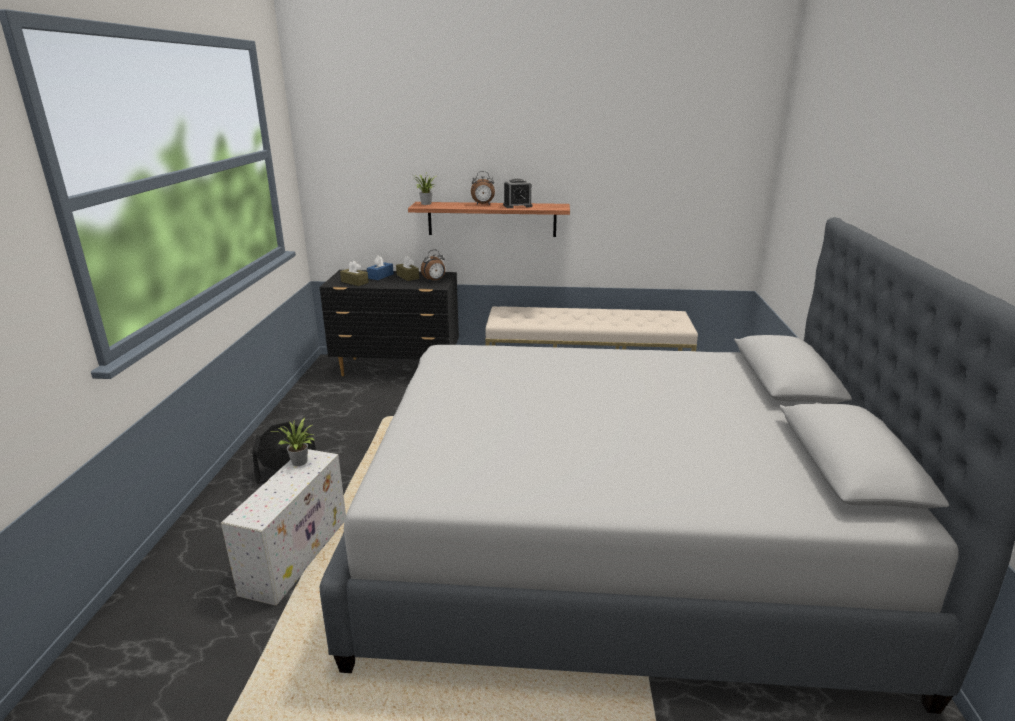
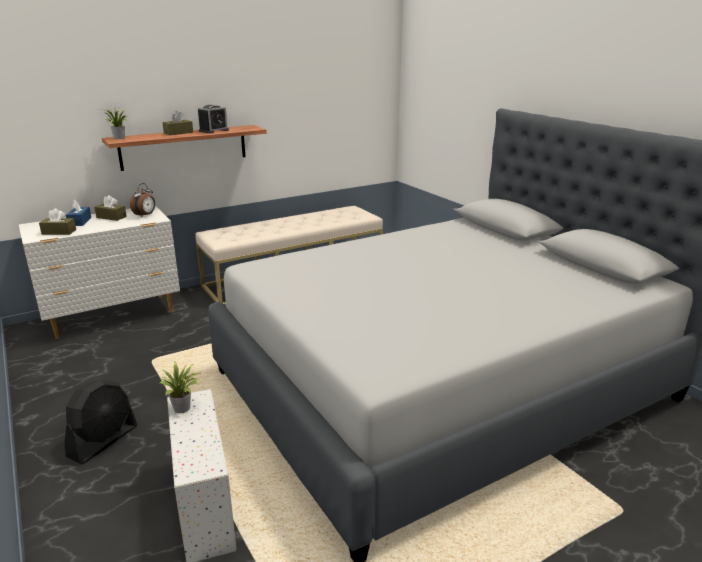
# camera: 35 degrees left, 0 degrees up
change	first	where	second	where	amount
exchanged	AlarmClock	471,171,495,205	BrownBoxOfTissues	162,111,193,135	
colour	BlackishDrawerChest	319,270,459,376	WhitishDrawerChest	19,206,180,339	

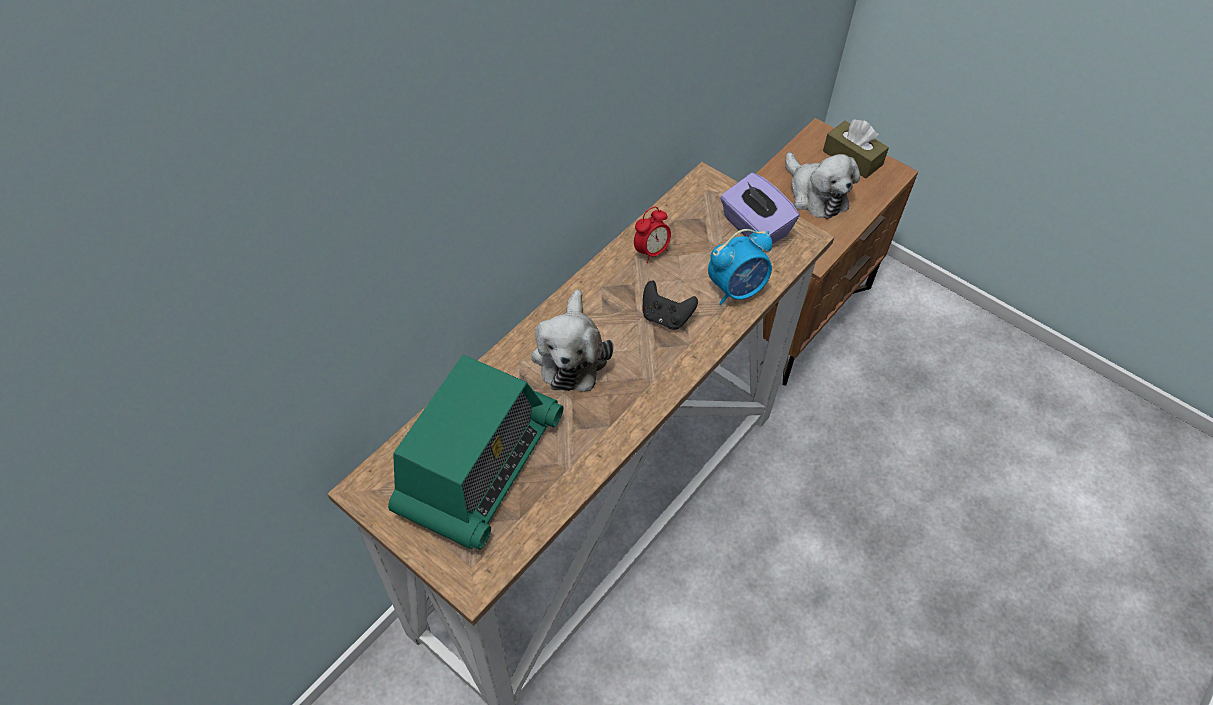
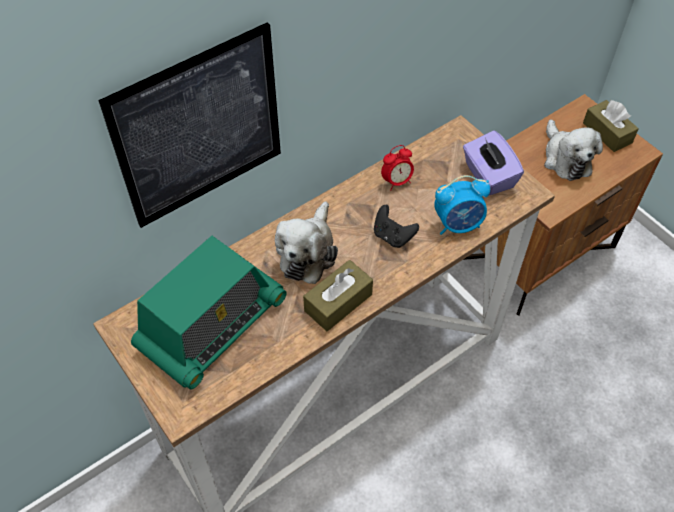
# camera: 15 degrees right, 0 degrees up
change	first	where	second	where	amount
appeared			WallArt	98,22,281,228	
appeared			BrownBoxOfTissues	303,260,373,331	

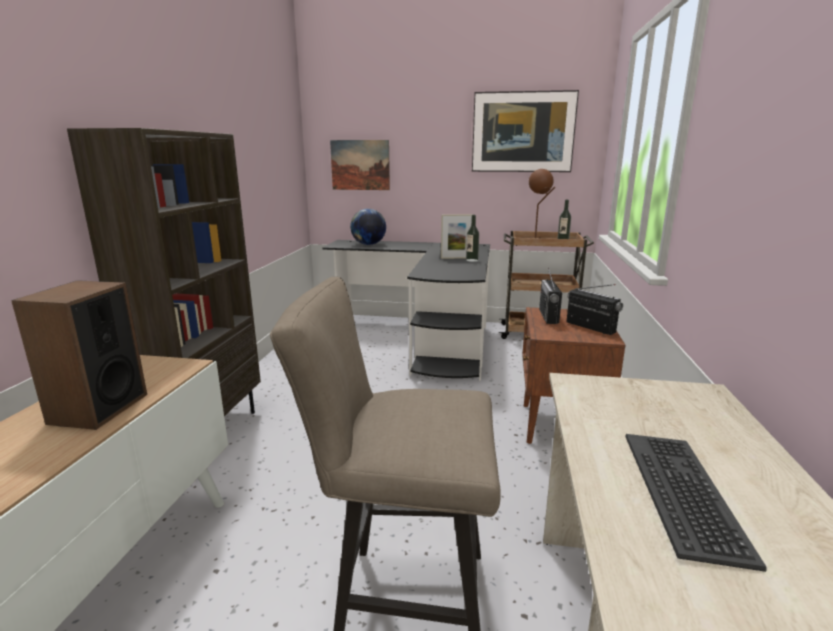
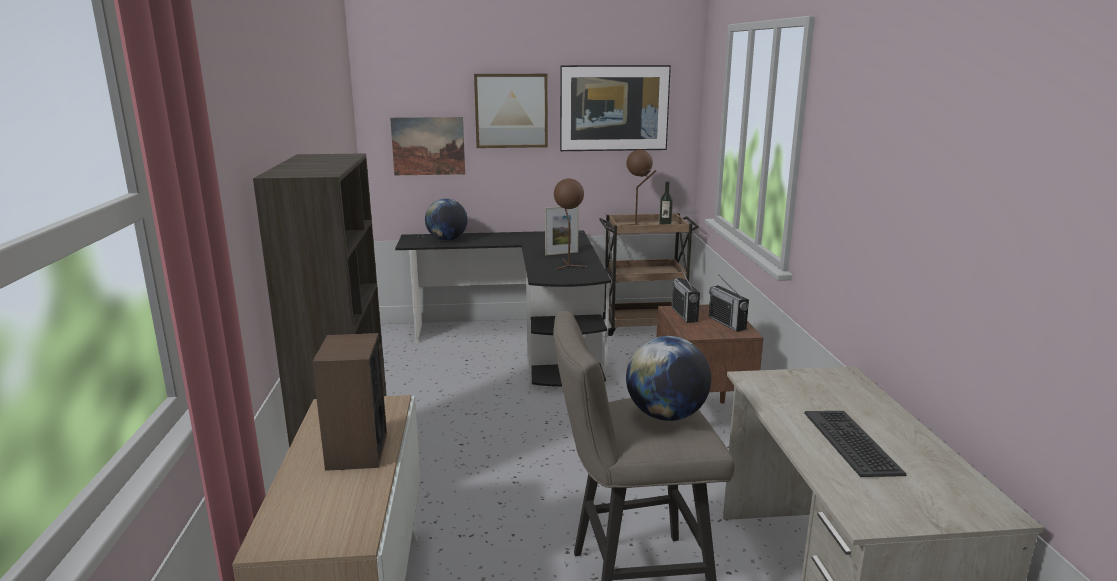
# camera: 15 degrees left, 0 degrees up
change	first	where	second	where	amount
missing	BeverageBottle	466,215,479,262			
spun	RadioSet	567,284,623,335		709,274,749,332	150 degrees counterclockwise
appeared			WallArt	474,74,548,148	
appeared			BrownLampForATable	554,178,588,270	
appeared			WorldGlobe	626,336,711,421	

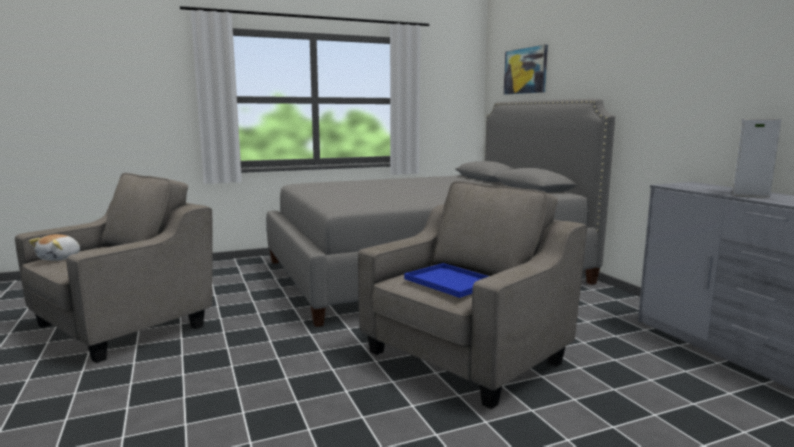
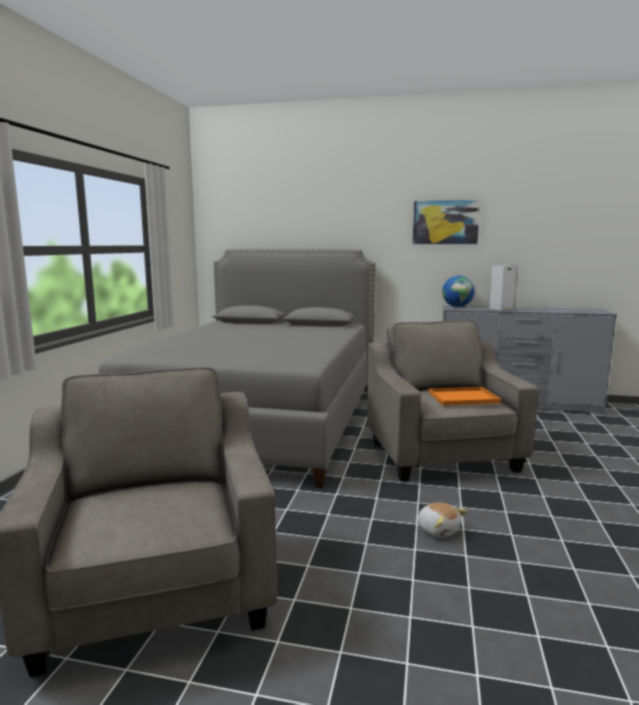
# camera: 55 degrees left, 0 degrees up
change	first	where	second	where	amount
relocated	WallArt	504,45,548,95		413,200,480,244	
relocated	SoftToy	29,234,80,261		418,503,467,538	
colour	BluishTray	404,263,489,298	OrangeTray	428,387,501,406	
appeared			WorldGlobe	442,275,475,307	

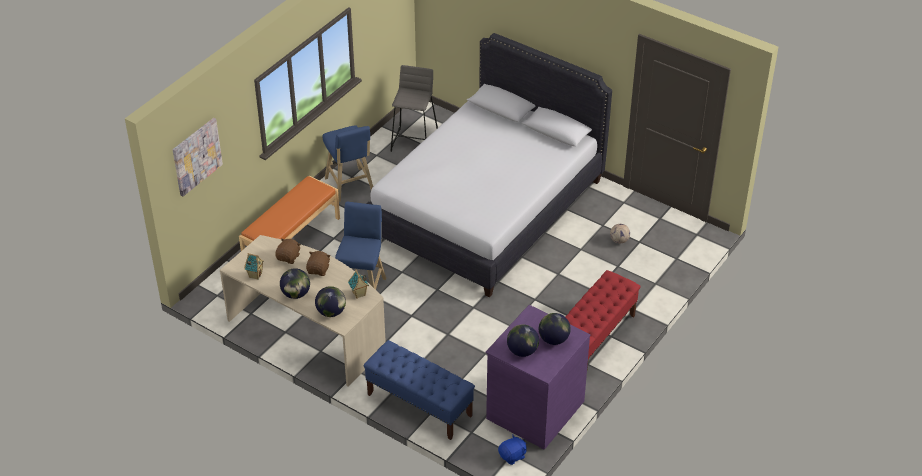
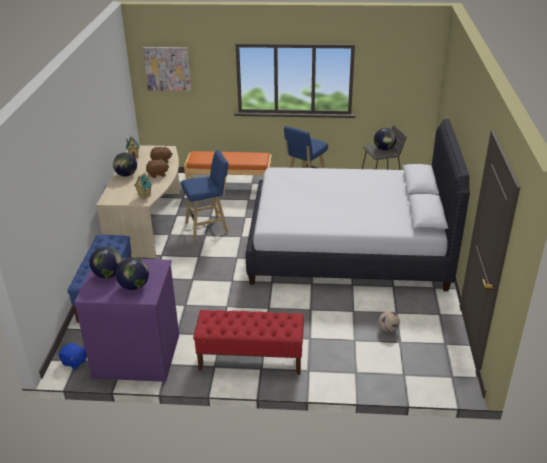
# camera: 60 degrees right, 10 degrees down
change	first	where	second	where	amount
relocated	WorldGlobe	315,286,346,317		374,128,396,150	

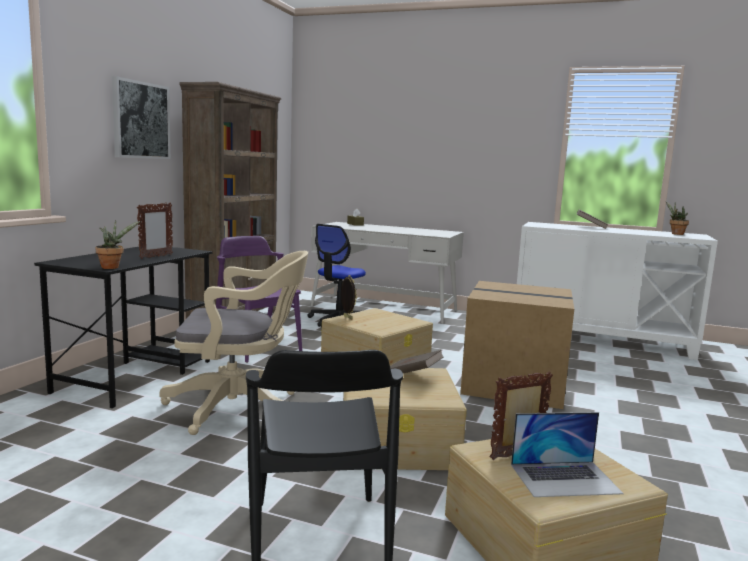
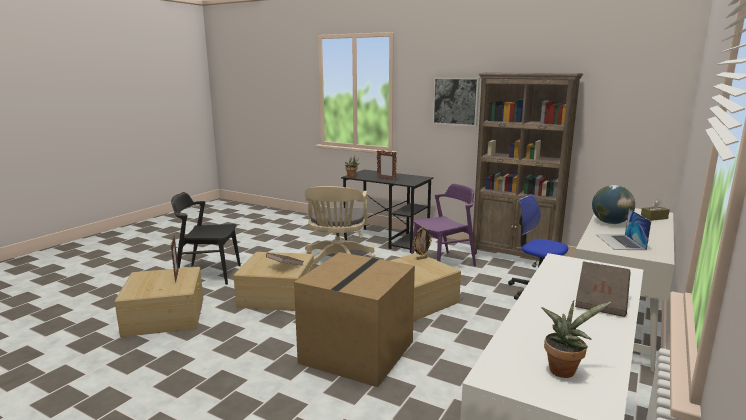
# camera: 100 degrees right, 5 degrees up
change	first	where	second	where	amount
relocated	Laptop	511,412,624,497		596,209,651,250	
appeared			WorldGlobe	592,185,635,224	

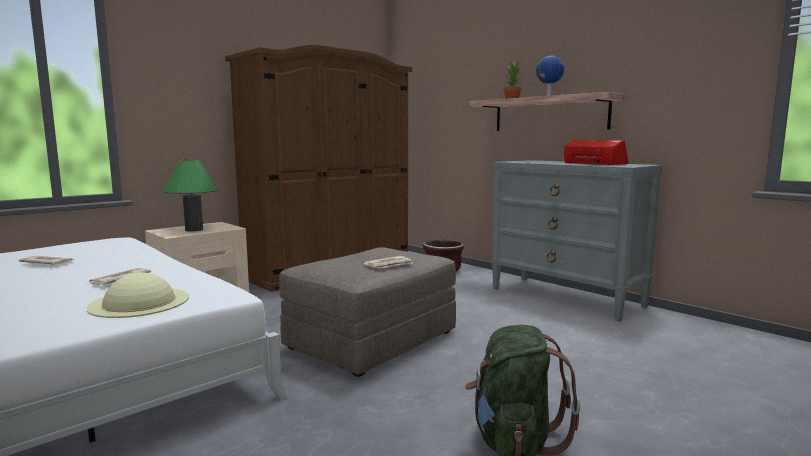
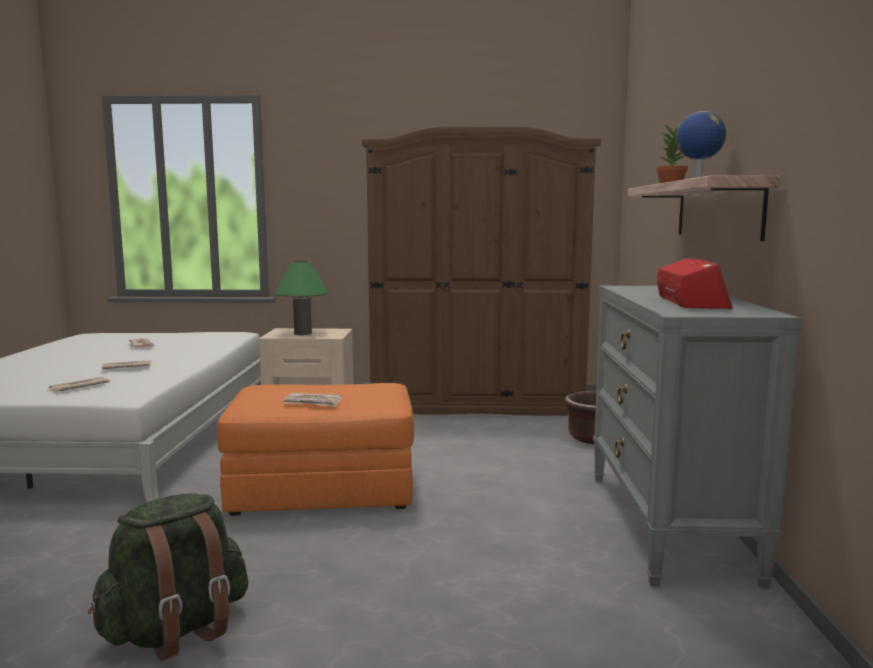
# camera: 45 degrees right, 0 degrees up
change	first	where	second	where	amount
colour	GreyishFootrest	279,247,456,377	OrangeFootrest	217,383,414,516	
exchanged	BeigeClothingHat	86,272,189,318	PrintedPaper	47,377,110,392	

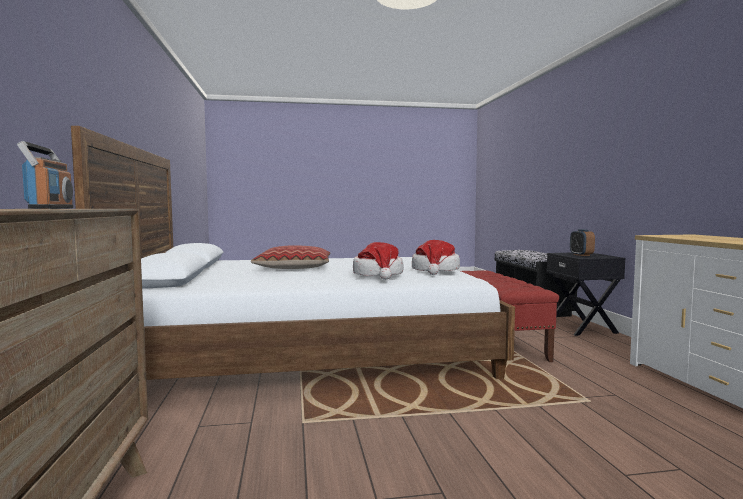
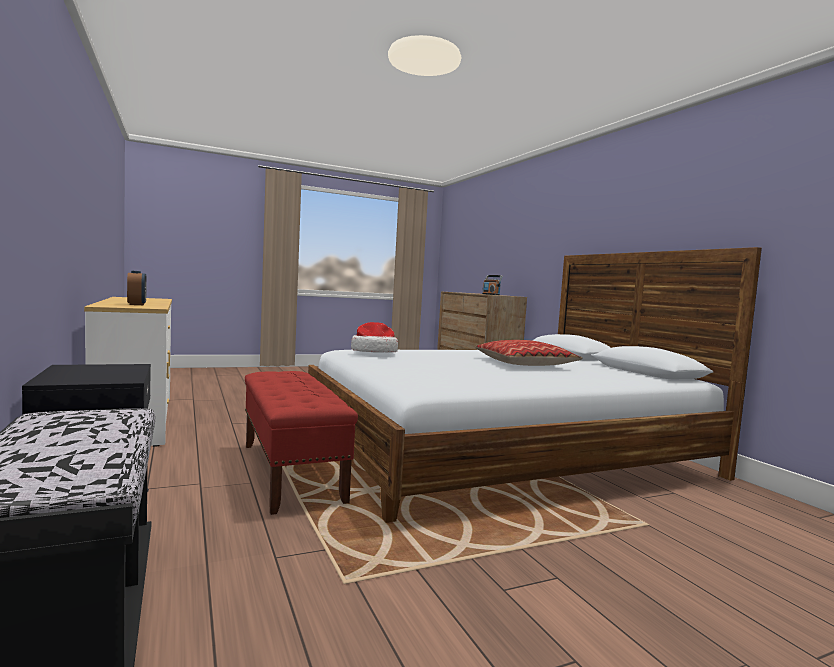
# camera: 165 degrees right, 0 degrees up
change	first	where	second	where	amount
relocated	AlarmClock	570,229,595,256		127,271,147,305	
missing	ClothingHat	353,242,404,280			

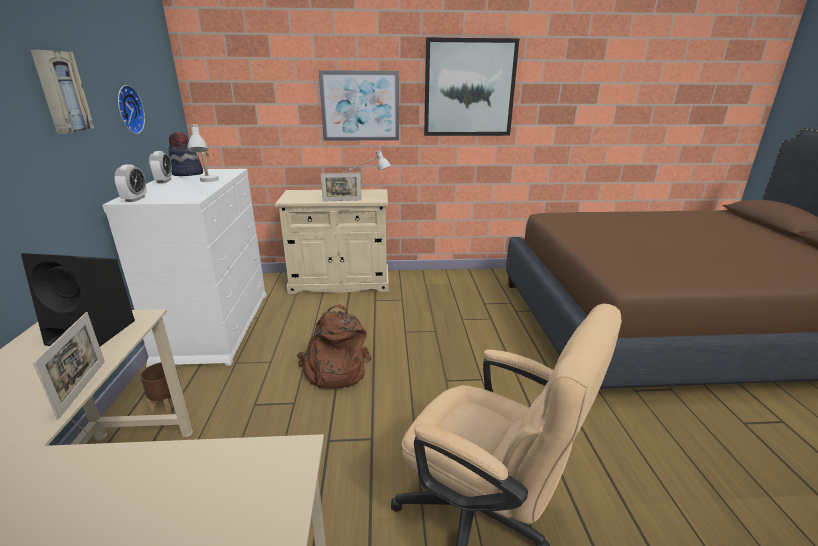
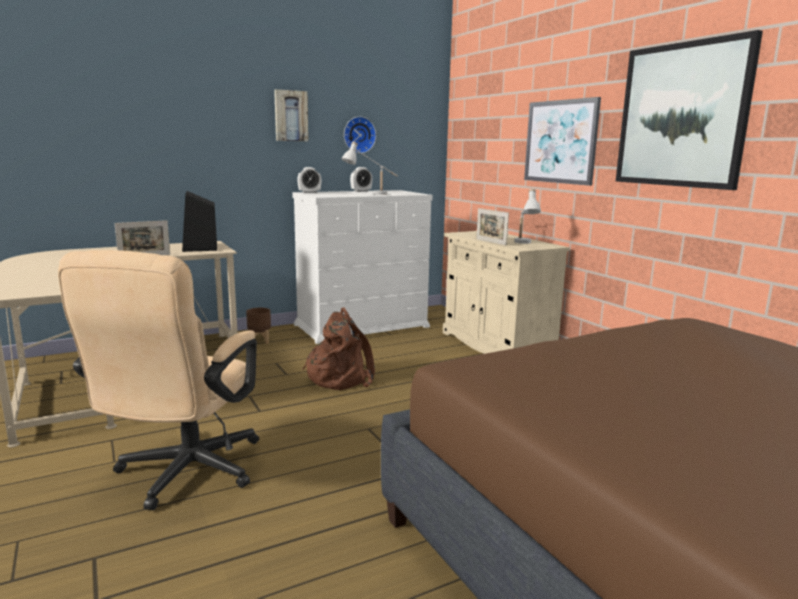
# camera: 65 degrees right, 10 degrees down
change	first	where	second	where	amount
missing	ClothingHat	169,132,203,176			

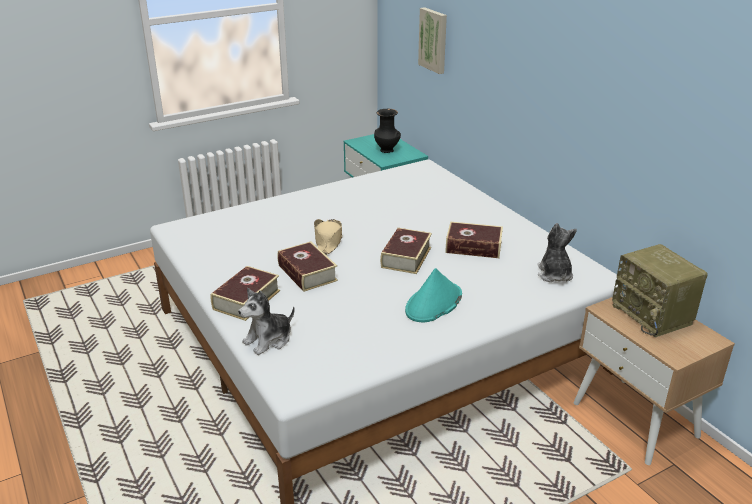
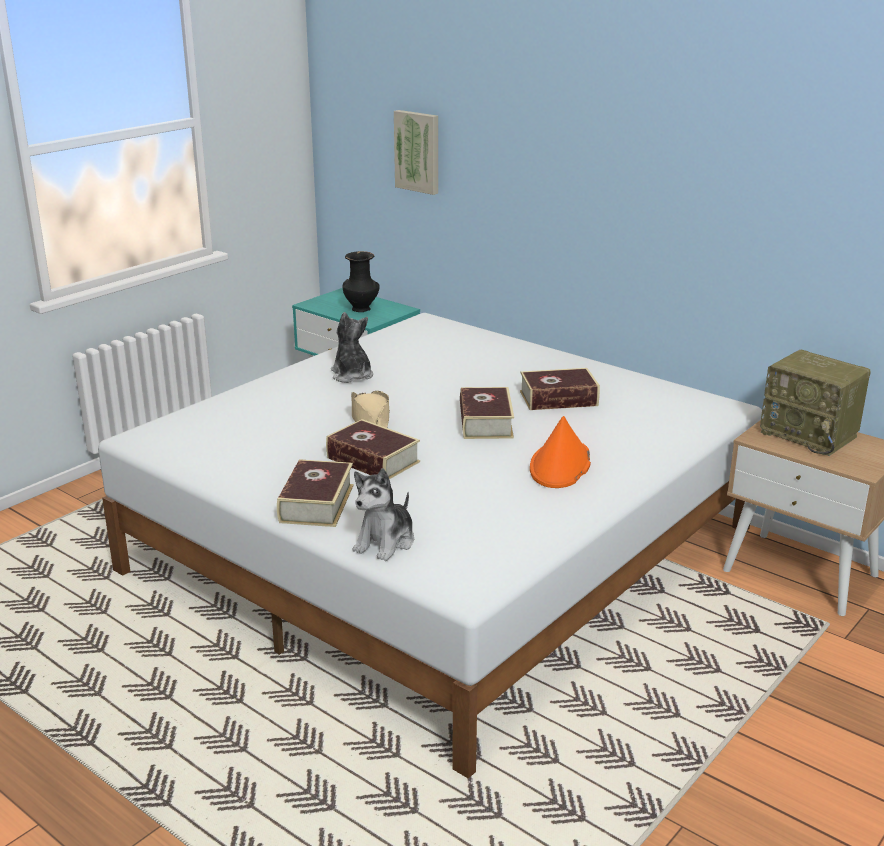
# camera: 20 degrees left, 5 degrees down
change	first	where	second	where	amount
relocated	SoftToy	537,223,577,282		331,312,373,383	
colour	BlueGreenClothingHat	405,268,462,322	OrangeClothingHat	530,416,591,488	

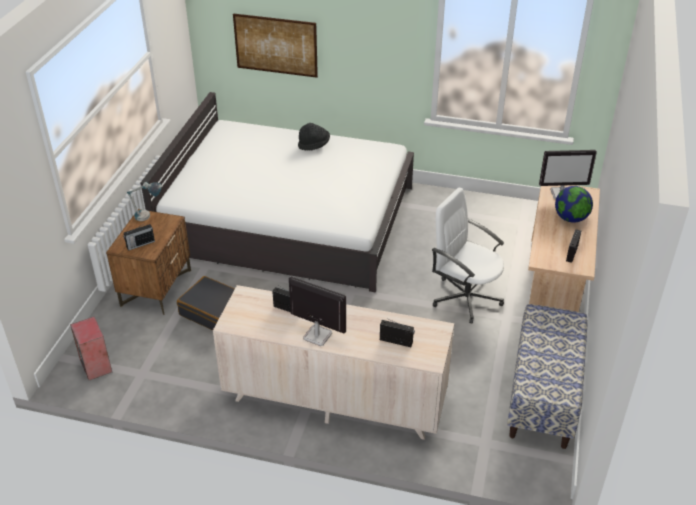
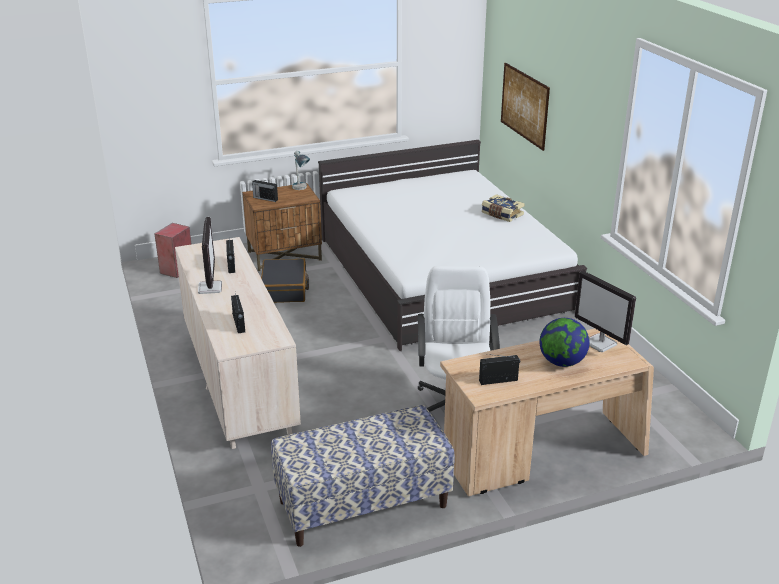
# camera: 55 degrees right, 10 degrees down
change	first	where	second	where	amount
exchanged	BlackishClothingHat	298,123,330,151	Book	482,194,525,222	

